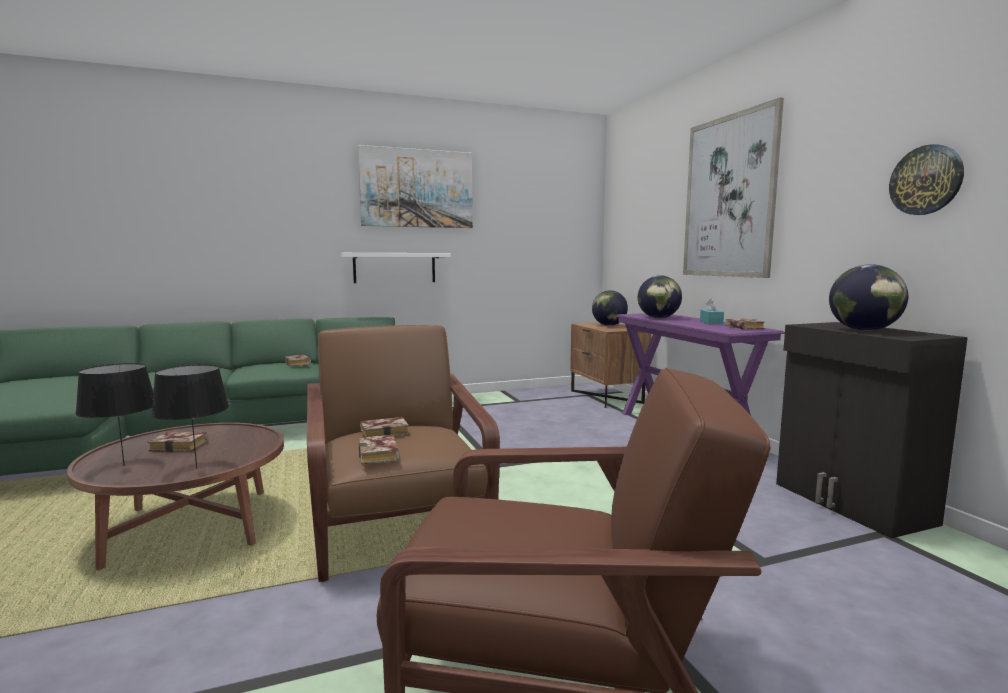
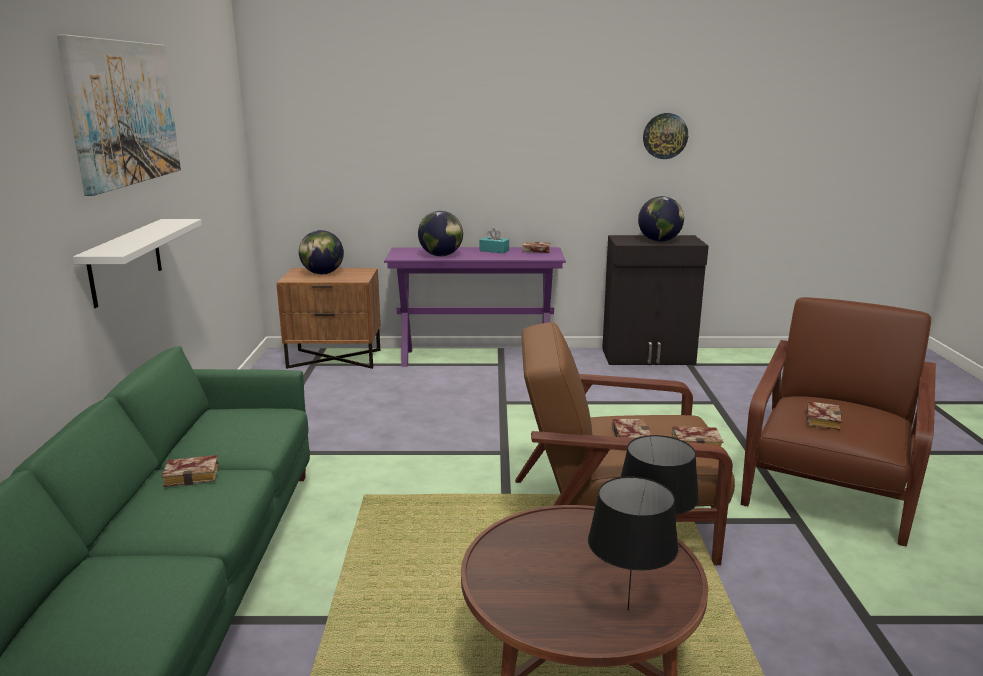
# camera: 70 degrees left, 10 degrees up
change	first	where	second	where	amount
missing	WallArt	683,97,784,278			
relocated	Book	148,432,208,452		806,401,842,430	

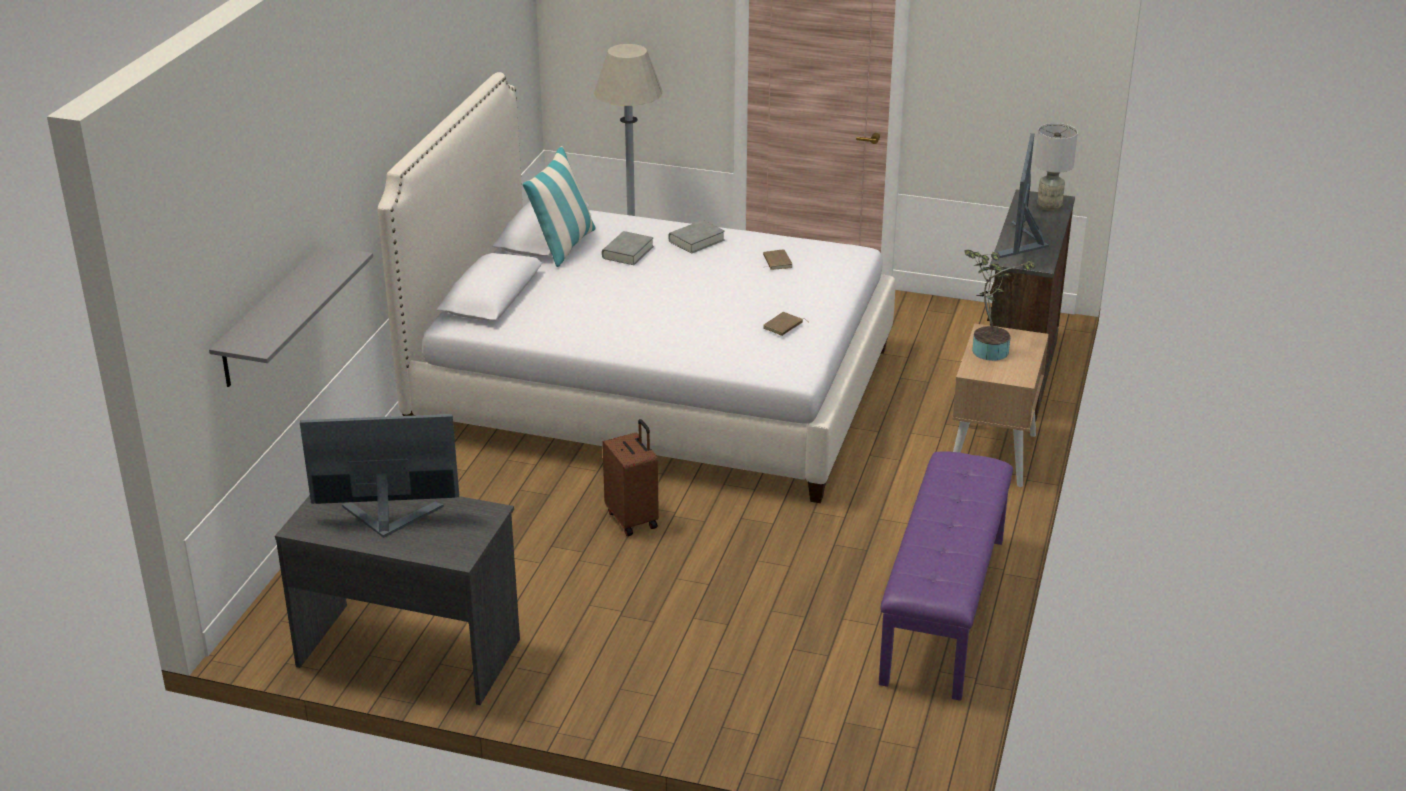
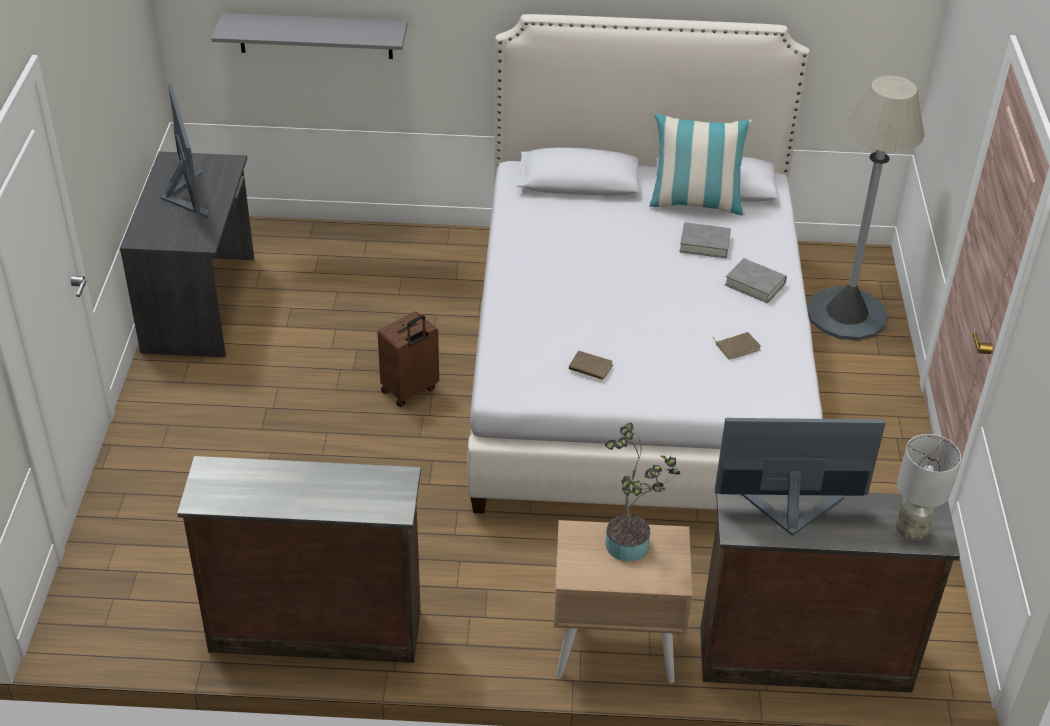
# camera: 75 degrees right, 10 degrees up
change	first	where	second	where	amount
exchanged	PurpleColouredIndoorBench	879,451,1013,701	BrownDrawerChest	177,456,421,663	

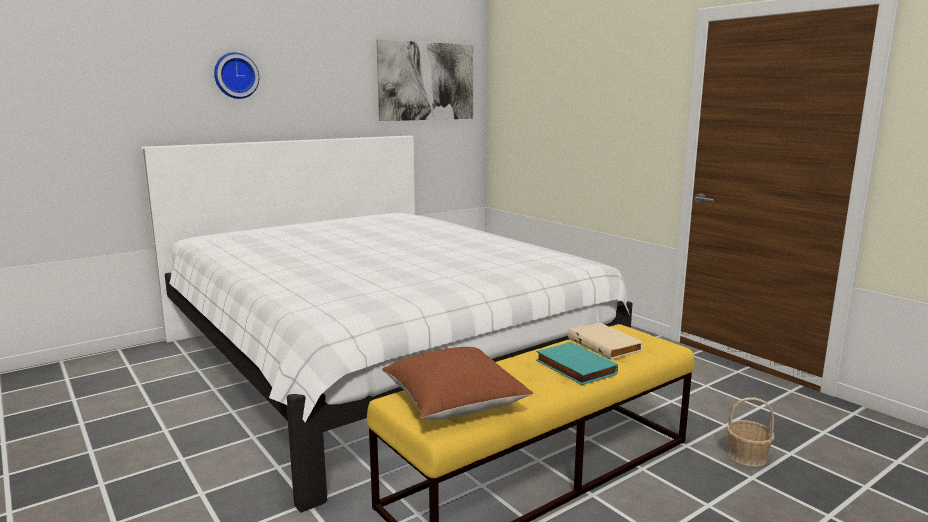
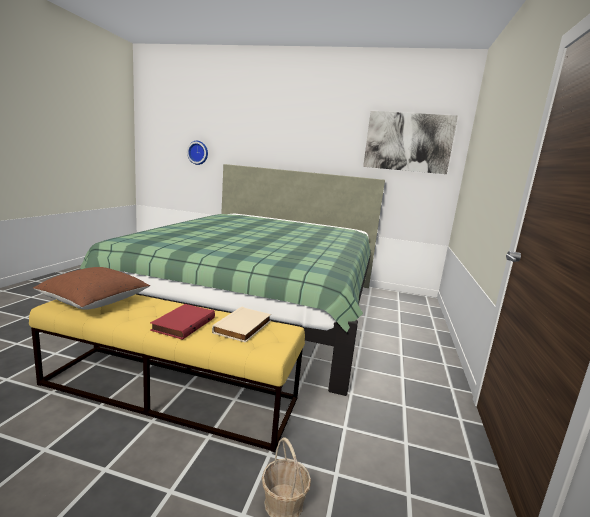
# camera: 50 degrees right, 0 degrees up
change	first	where	second	where	amount
relocated	WallClock	214,52,259,99		187,141,208,165	
colour	WhitishBedroomBed	141,136,633,513	GreenColouredBedroomBed	80,164,385,396	
colour	BlueGreenBook	536,342,618,385	ReddishBook	150,304,215,340	

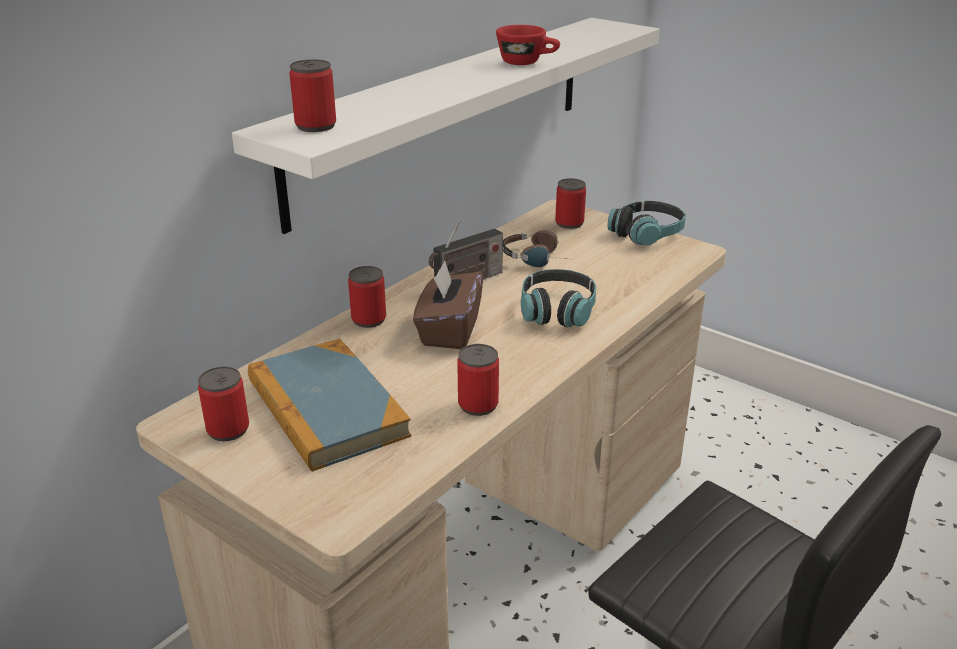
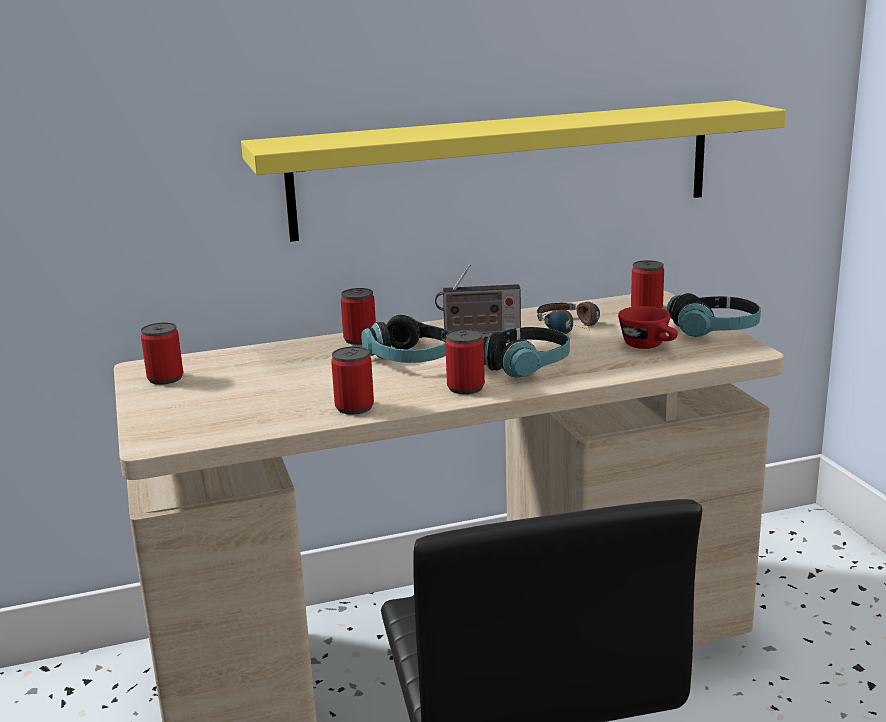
# camera: 35 degrees right, 10 degrees down
change	first	where	second	where	amount
colour	WhitishWallShelf	232,18,660,234	YellowColouredWallShelf	241,100,786,242	
relocated	ReddishSmallCup	496,25,560,65		618,306,678,349	
relocated	SealedCan	289,59,336,132		445,329,485,394	
exchanged	BrownBoxOfTissues	413,261,483,349	PairOfHeadphones	361,315,450,363	
missing	Book	248,339,411,471			

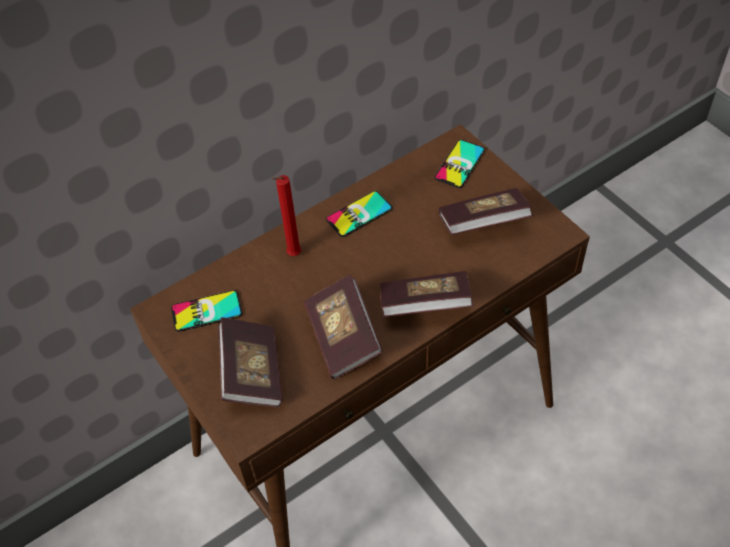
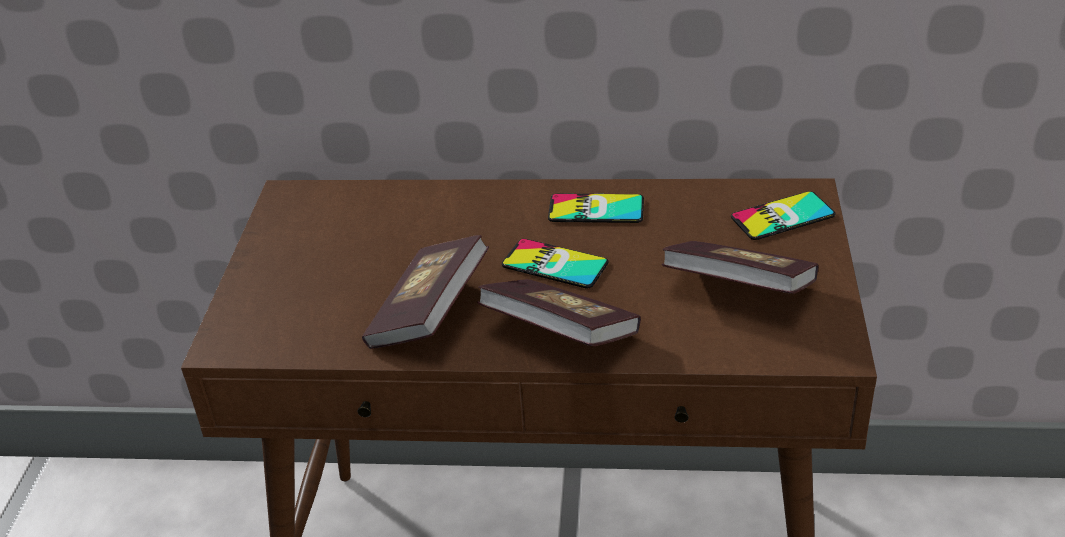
# camera: 40 degrees right, 15 degrees down
change	first	where	second	where	amount
missing	ReddishWaxCandle	272,175,301,256			
relocated	Handset	171,290,242,332		502,239,609,288	
missing	Book	218,317,283,407			

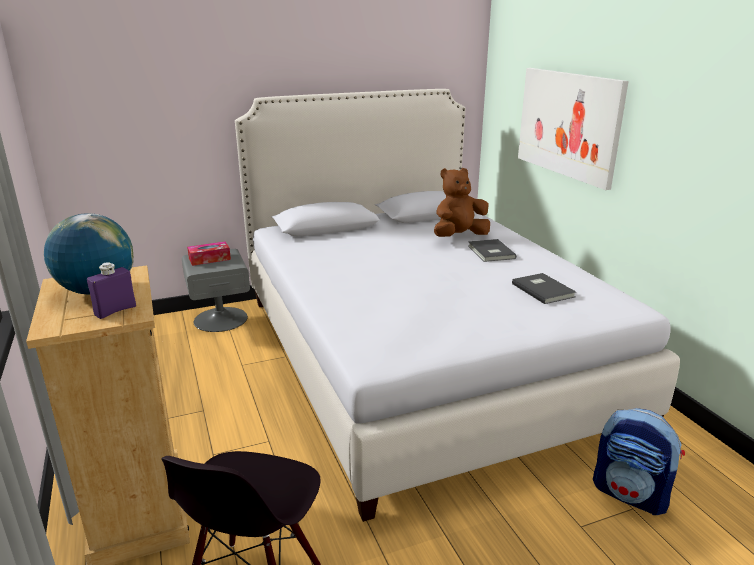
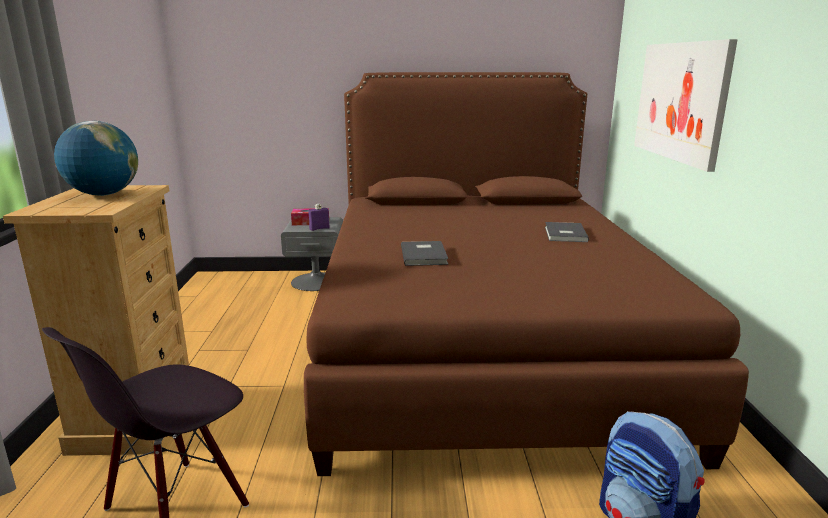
# camera: 20 degrees right, 5 degrees down
change	first	where	second	where	amount
colour	WhitishBedroomBed	235,89,680,522	BrownBedroomBed	304,72,749,476	
missing	BrownSoftToy	434,168,490,237			
relocated	PurpleColouredBeverageBottle	87,262,136,319		308,204,330,231	
relocated	GreyishBook	512,273,576,304		401,241,448,266	

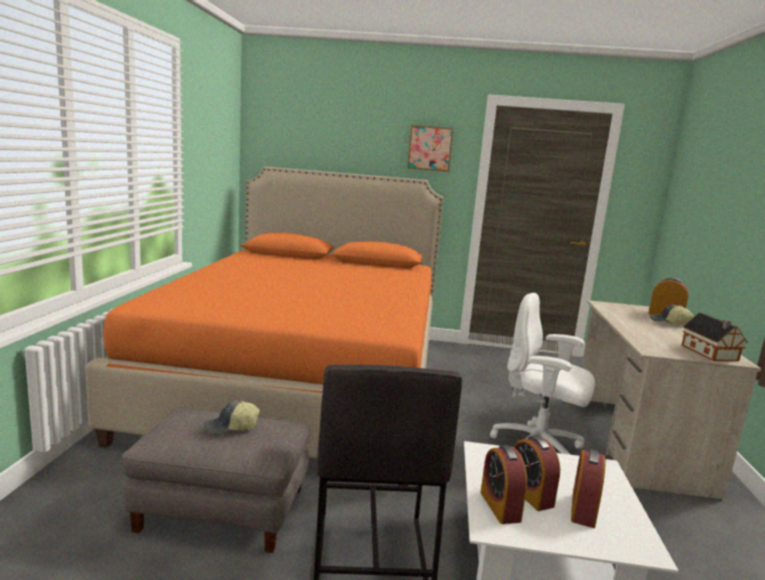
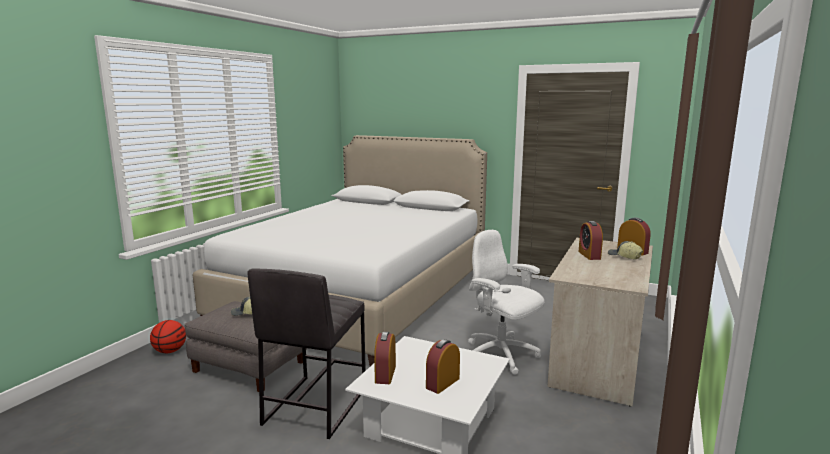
# camera: 20 degrees right, 0 degrees up
change	first	where	second	where	amount
missing	WallArt	407,125,453,172			
colour	OrangeBedroomBed	86,167,444,486	WhitishBedroomBed	193,135,487,366	
missing	ModelHouse	682,313,748,361			
relocated	AlarmClock	513,435,560,511		578,221,603,260	
appeared			BallForBasketball	150,320,186,353	

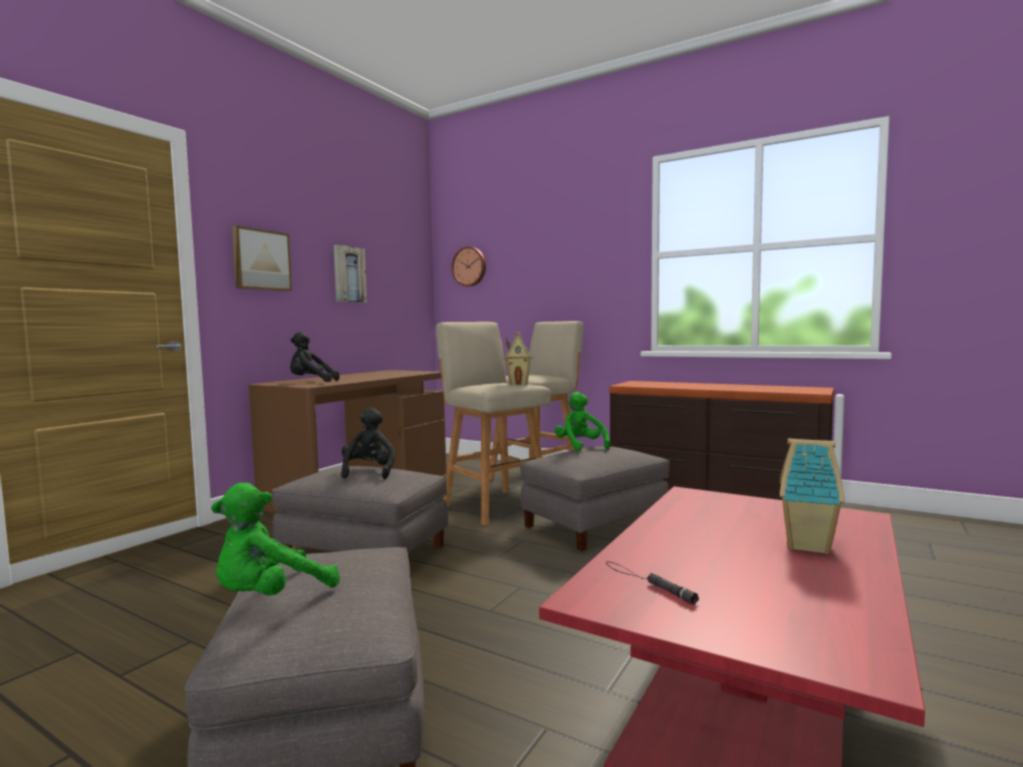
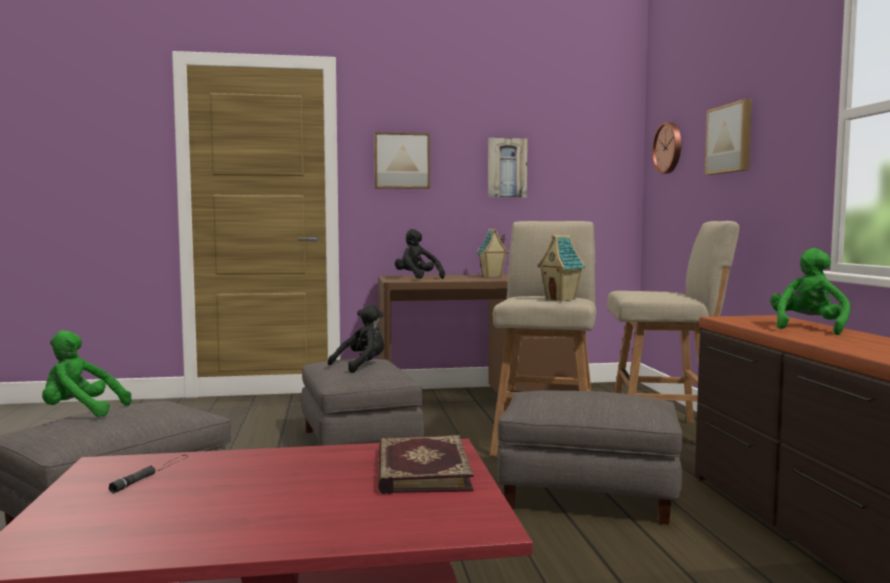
# camera: 50 degrees right, 0 degrees up
change	first	where	second	where	amount
relocated	GreenColouredSoftToy	555,392,610,451		770,248,850,335	
relocated	ModelHouse	780,438,845,554		476,229,509,277	
appeared			WallArt	705,99,752,175	
appeared			Book	378,435,474,494	

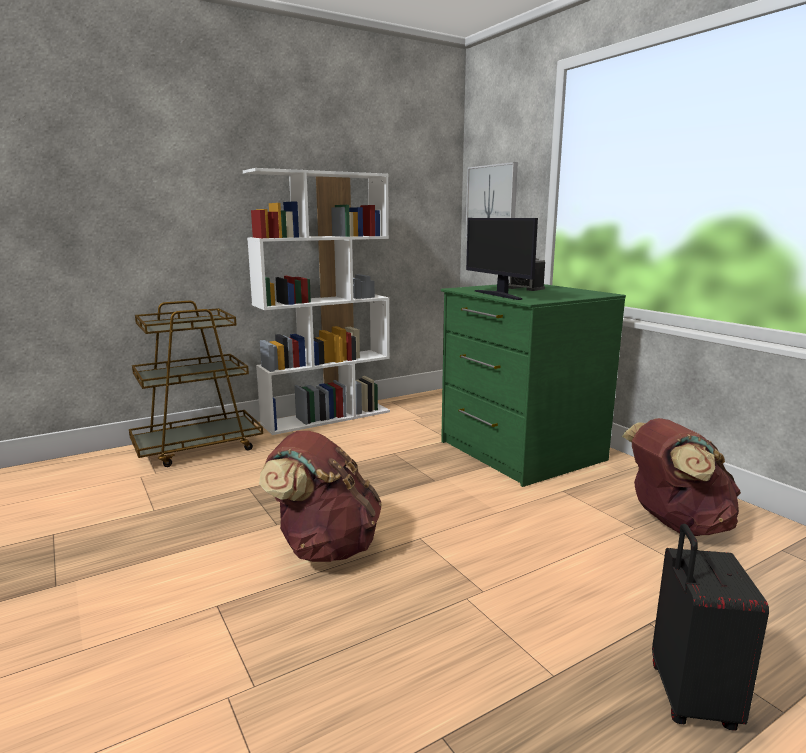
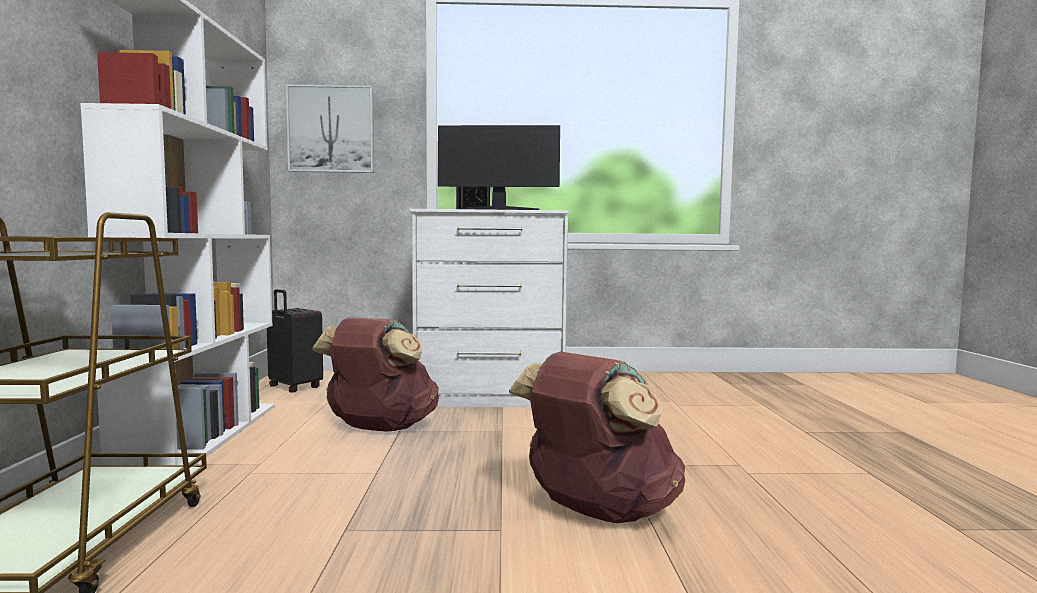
# camera: 60 degrees left, 10 degrees down
change	first	where	second	where	amount
colour	GreenColouredDrawerChest	441,284,626,487	WhitishDrawerChest	409,209,569,407	
relocated	BrownKnapsack	622,418,741,536		312,317,439,432	
relocated	BlackishSuitcase	652,524,769,731		267,289,323,393	

